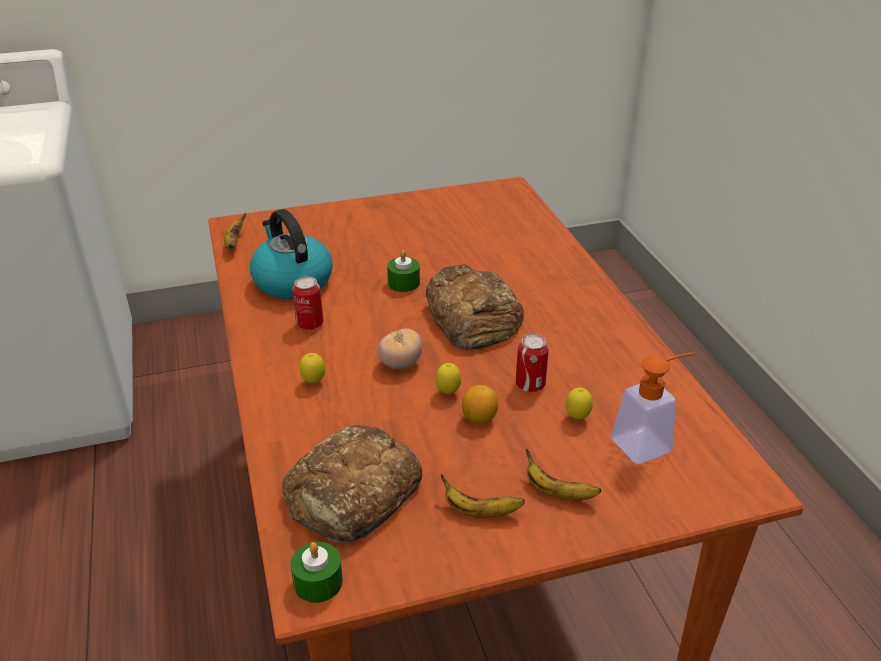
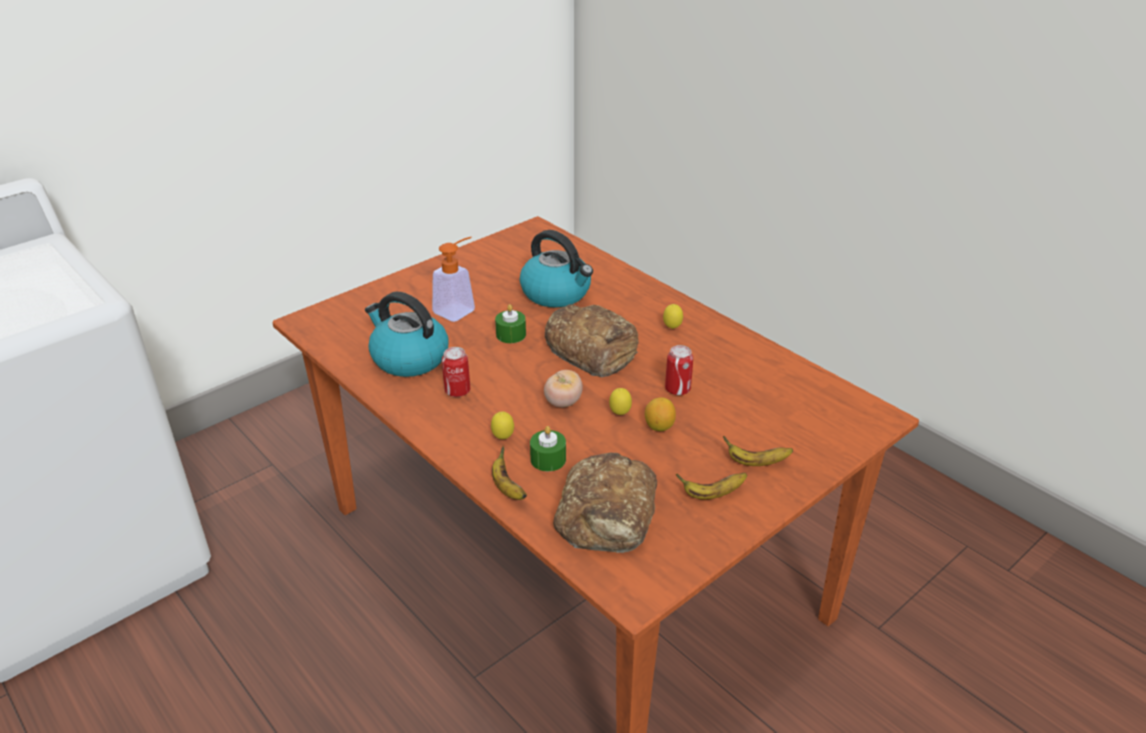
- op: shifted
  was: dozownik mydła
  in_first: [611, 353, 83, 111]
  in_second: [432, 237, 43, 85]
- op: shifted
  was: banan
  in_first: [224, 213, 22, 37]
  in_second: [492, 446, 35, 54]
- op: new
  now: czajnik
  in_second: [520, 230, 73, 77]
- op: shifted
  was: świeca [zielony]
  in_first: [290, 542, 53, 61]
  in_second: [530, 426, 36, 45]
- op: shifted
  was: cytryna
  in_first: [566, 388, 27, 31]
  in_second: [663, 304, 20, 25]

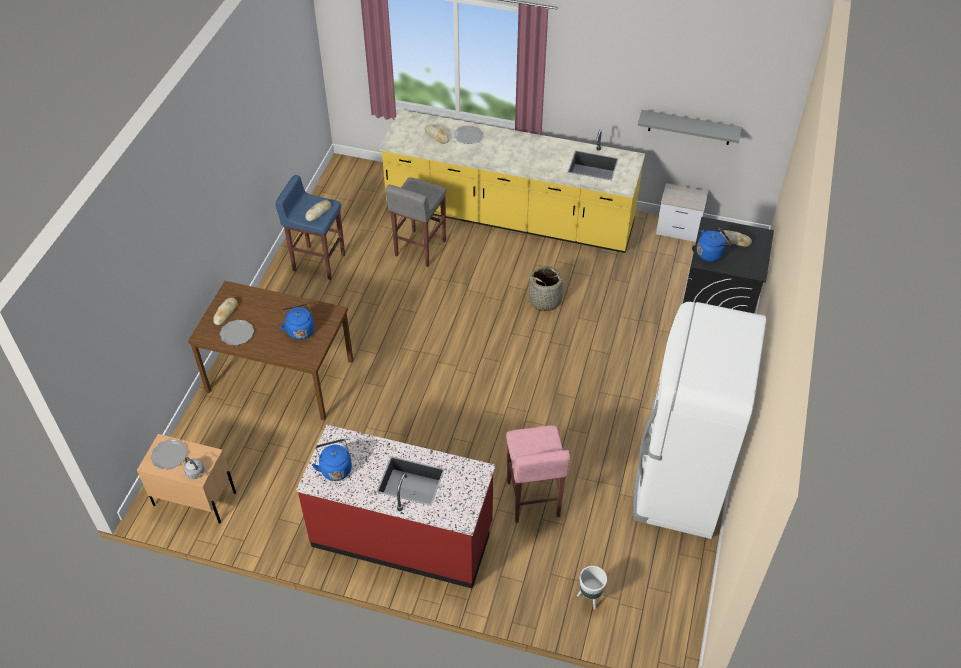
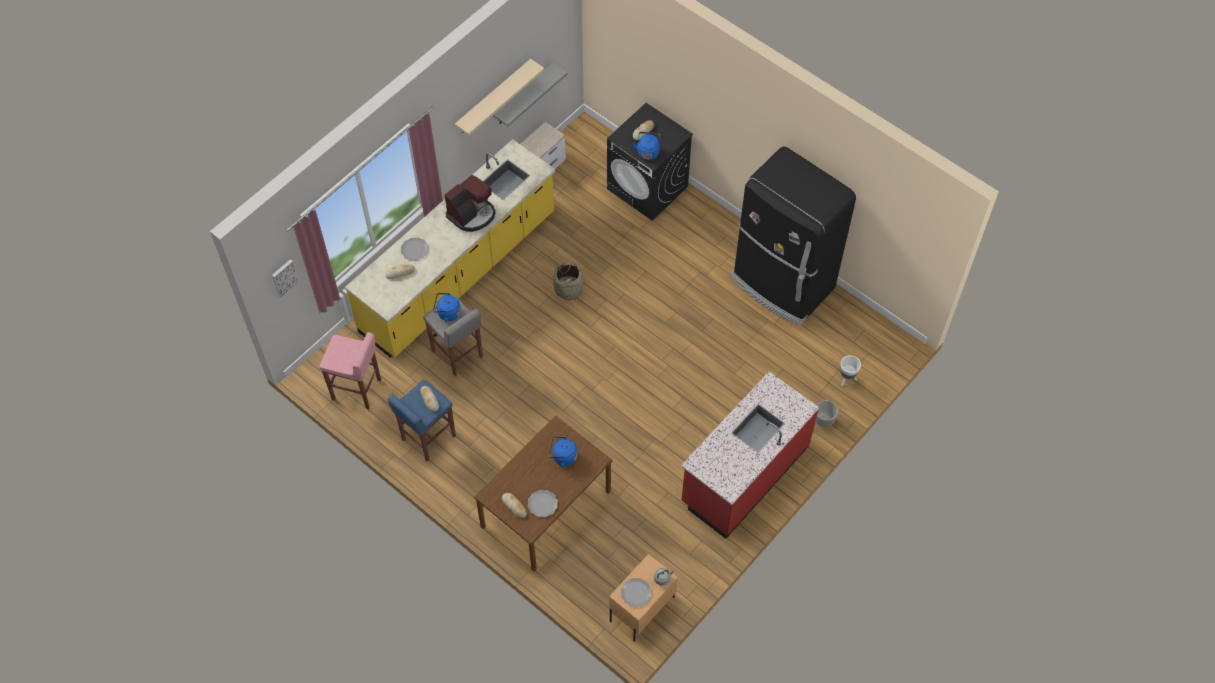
- op: new
  now: obraz
  in_second: [272, 259, 27, 39]
- op: shifted
  was: stołek [różowy]
  in_first: [506, 425, 64, 98]
  in_second: [319, 332, 62, 77]
- op: shifted
  was: czajnik [niebieski]
  in_first: [312, 439, 40, 42]
  in_second: [433, 293, 28, 29]
- op: new
  now: ekspres do kawy
  in_second: [444, 175, 52, 57]
- op: new
  now: półka [beżowy]
  in_second: [455, 59, 90, 77]
- op: repainted
  was: lodówka [biały]
  now: lodówka [czarny]
  in_first: [633, 302, 134, 237]
  in_second: [730, 146, 126, 179]
- op: new
  now: donica
  in_second: [816, 400, 22, 27]

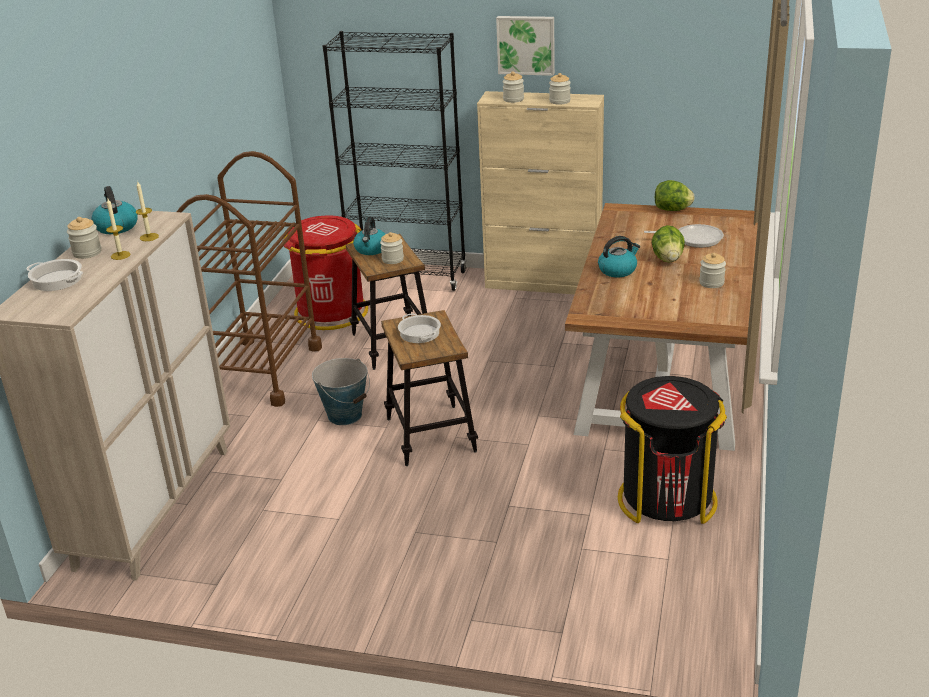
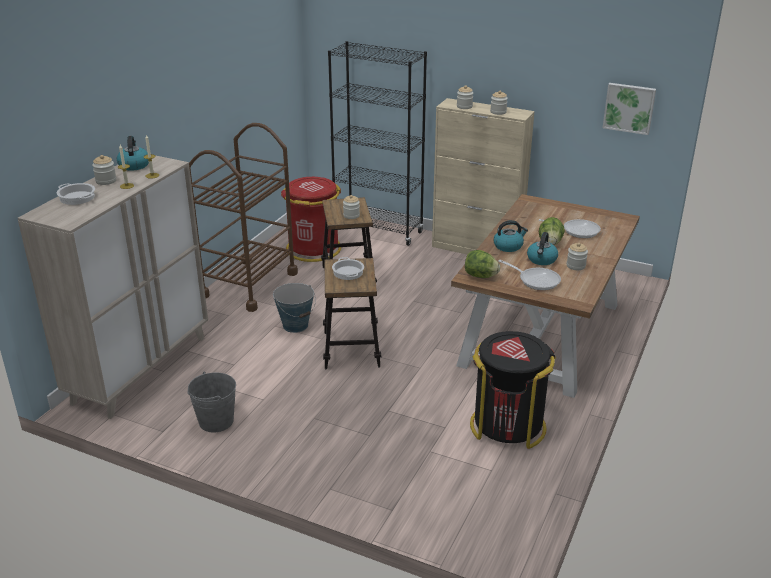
- op: new
  now: wiadro [szary]
  in_second: [187, 372, 49, 60]
- op: shifted
  was: sałata
  in_first: [655, 180, 40, 31]
  in_second: [465, 250, 35, 28]
- op: new
  now: patelnia
  in_second: [499, 260, 62, 30]
- op: shifted
  was: czajnik
  in_first: [353, 217, 32, 38]
  in_second: [527, 232, 31, 33]
- op: shifted
  was: obraz
  in_first: [496, 16, 59, 60]
  in_second: [603, 83, 53, 52]

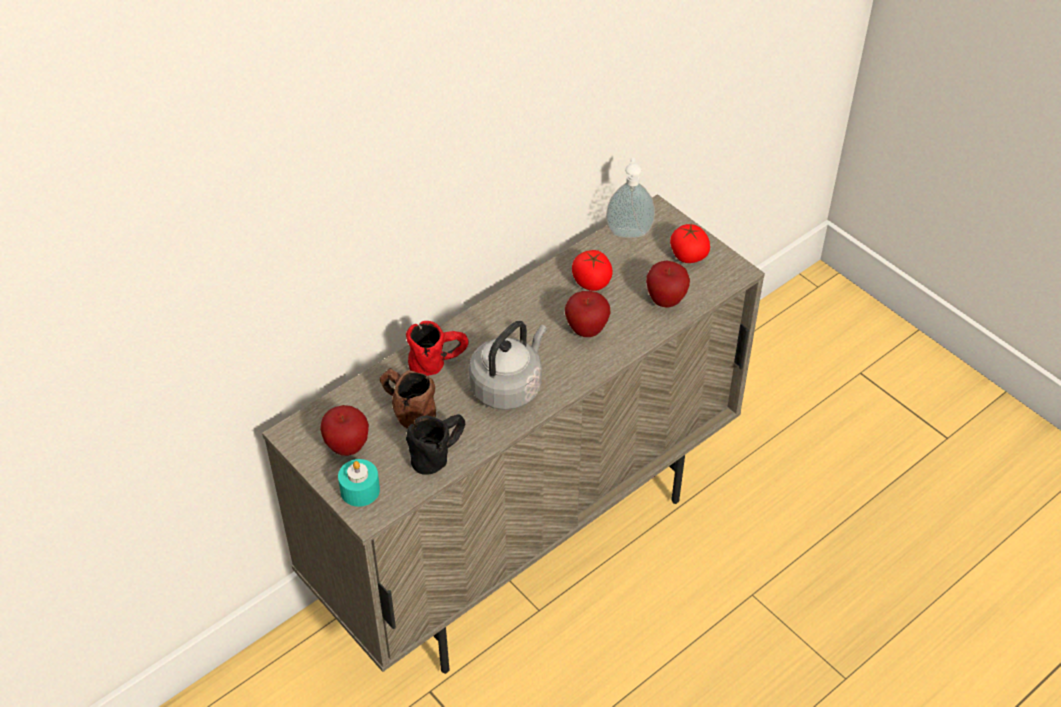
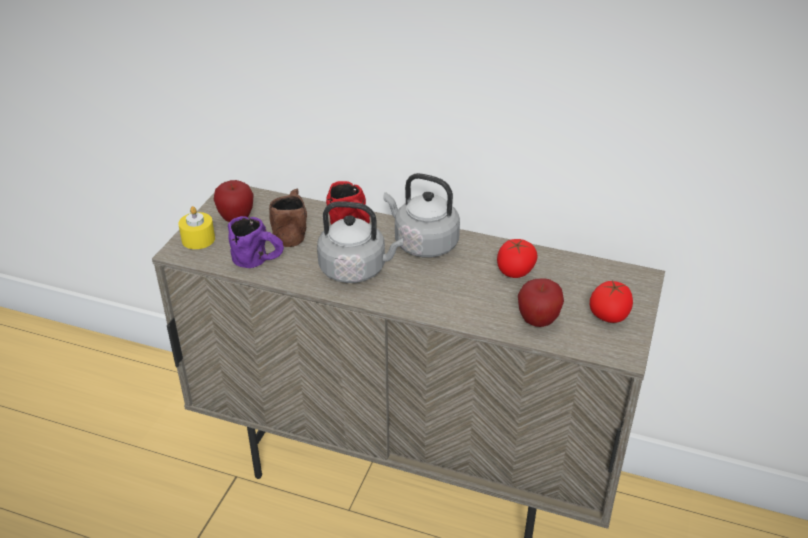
- op: repainted
  was: świeca [turkusowy]
  now: świeca [żółty]
  in_first: [338, 459, 42, 48]
  in_second: [178, 206, 37, 43]
- op: repainted
  was: kubek [czarny]
  now: kubek [fioletowy]
  in_first: [406, 414, 59, 61]
  in_second: [228, 216, 56, 52]
- op: new
  now: czajnik [szary]
  in_second: [383, 173, 77, 85]
- op: gone
  was: jabłko
  in_first: [565, 291, 45, 46]
- op: gone
  was: dozownik mydła
  in_first: [606, 158, 49, 80]

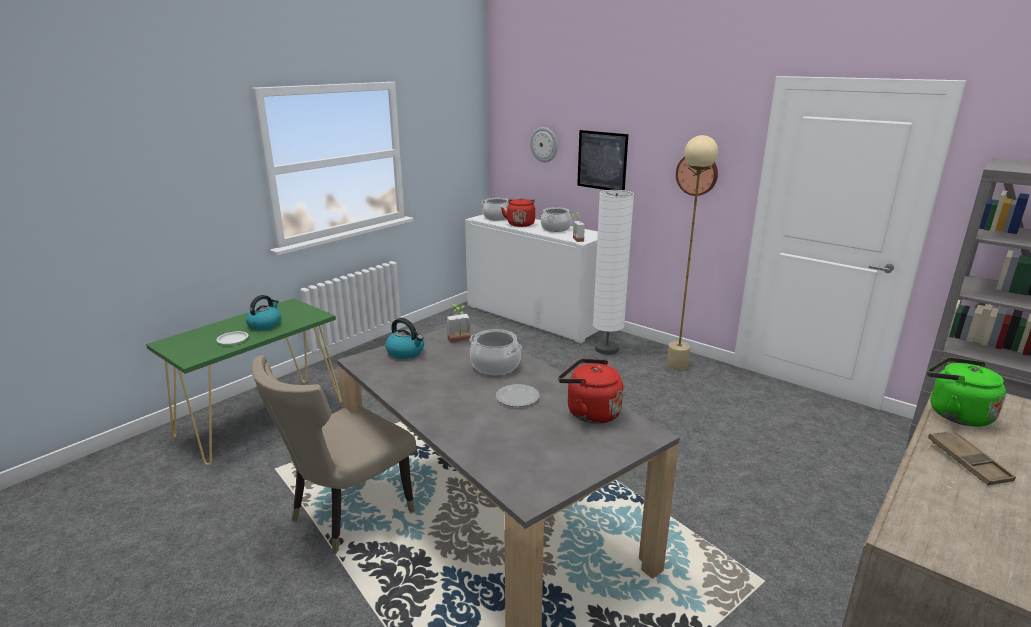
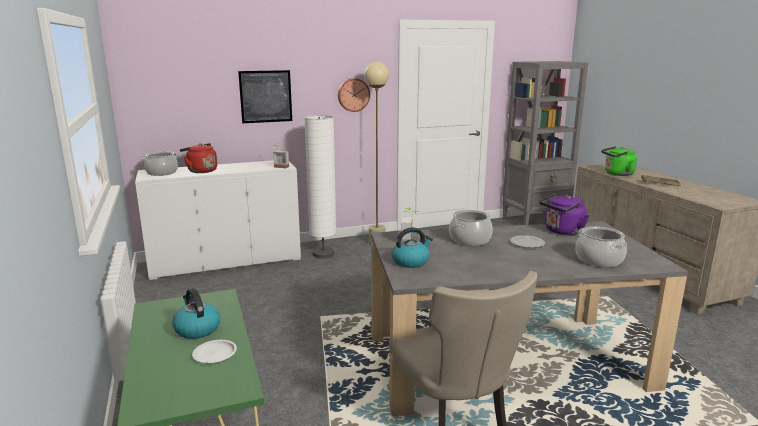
- op: repainted
  was: czajnik [czerwony]
  now: czajnik [fioletowy]
  in_first: [558, 359, 65, 65]
  in_second: [539, 194, 50, 41]
- op: shifted
  was: garnek
  in_first: [541, 207, 31, 25]
  in_second: [575, 226, 52, 41]
- op: gone
  was: zegar ścienny
  in_first: [530, 127, 28, 35]

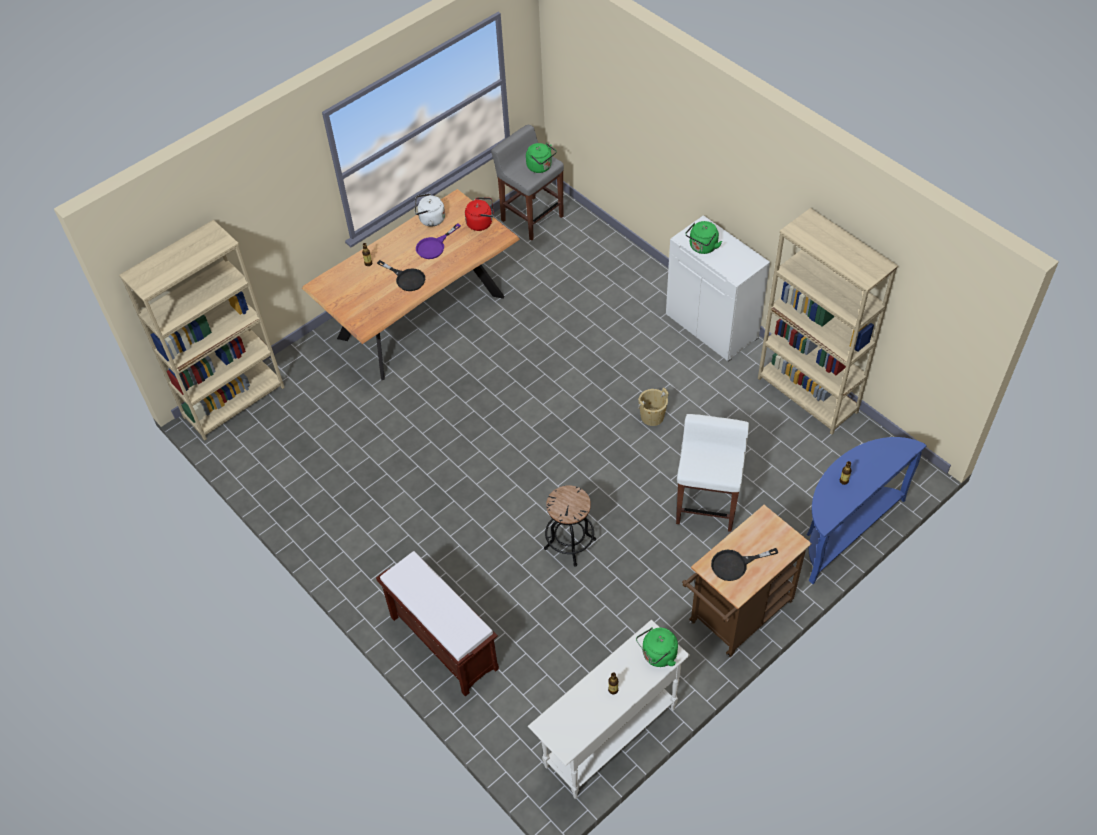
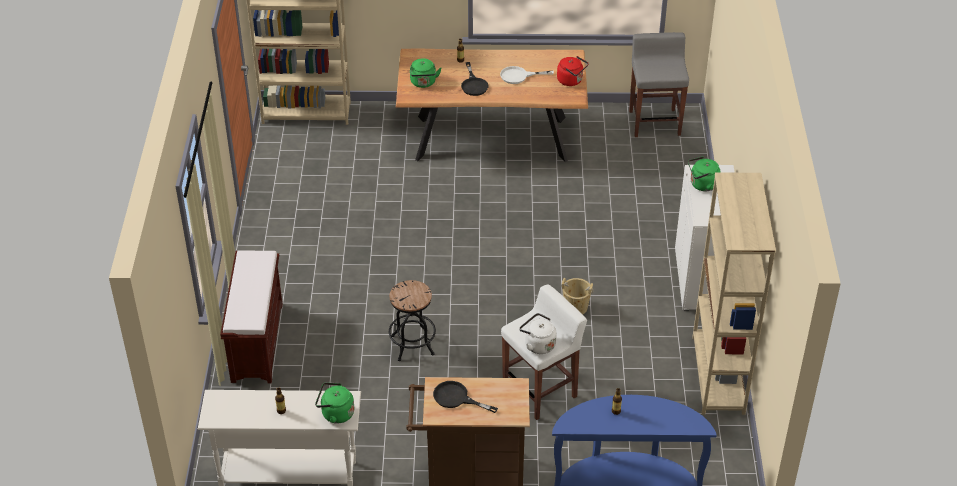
- op: shifted
  was: czajnik [zielony]
  in_first: [526, 143, 31, 30]
  in_second: [410, 58, 31, 30]
- op: repainted
  was: patelnia [fioletowy]
  now: patelnia [biały]
  in_first: [416, 223, 45, 36]
  in_second: [500, 66, 54, 18]
- op: shifted
  was: czajnik [biały]
  in_first: [415, 193, 30, 34]
  in_second: [519, 313, 38, 41]

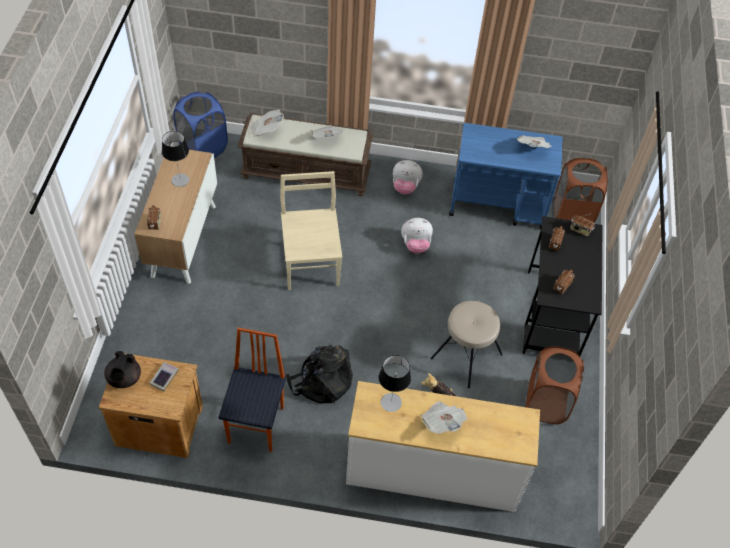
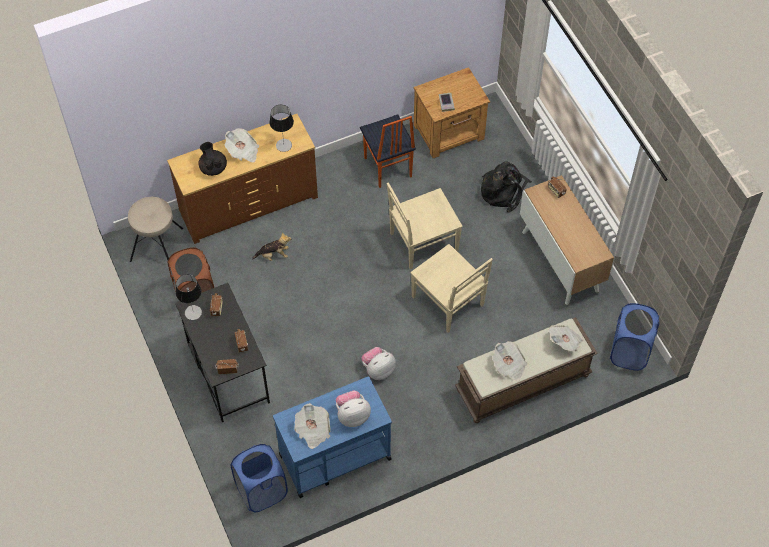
- op: shifted
  was: stołek [beżowy]
  in_first: [431, 301, 72, 88]
  in_second: [128, 197, 55, 65]
- op: repainted
  was: komoda [biały]
  now: komoda [brązowy]
  in_first: [346, 381, 194, 131]
  in_second: [167, 114, 151, 130]
- op: shifted
  was: lampa stołowa
  in_first: [162, 131, 27, 56]
  in_second: [176, 274, 26, 46]
- op: shifted
  was: imbryk [czarny]
  in_first: [104, 351, 37, 37]
  in_second: [198, 142, 29, 34]
- op: repainted
  was: kosz na pranie [brązowy]
  now: kosz na pranie [niebieski]
  in_first: [554, 158, 54, 64]
  in_second: [231, 444, 57, 68]
- op: shifted
  was: pluszak
  in_first: [393, 160, 30, 34]
  in_second: [336, 390, 35, 37]
- op: new
  now: krzesło [beżowy]
  in_second: [387, 183, 76, 86]
- op: shifted
  was: plecak [czarny]
  in_first: [286, 345, 67, 59]
  in_second: [481, 161, 51, 52]

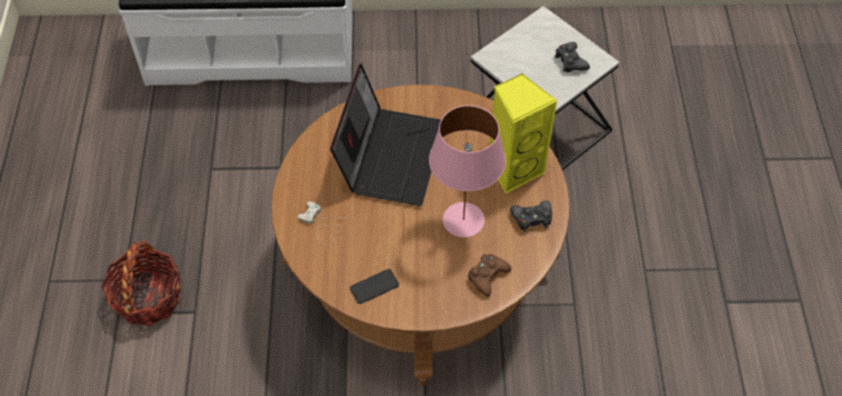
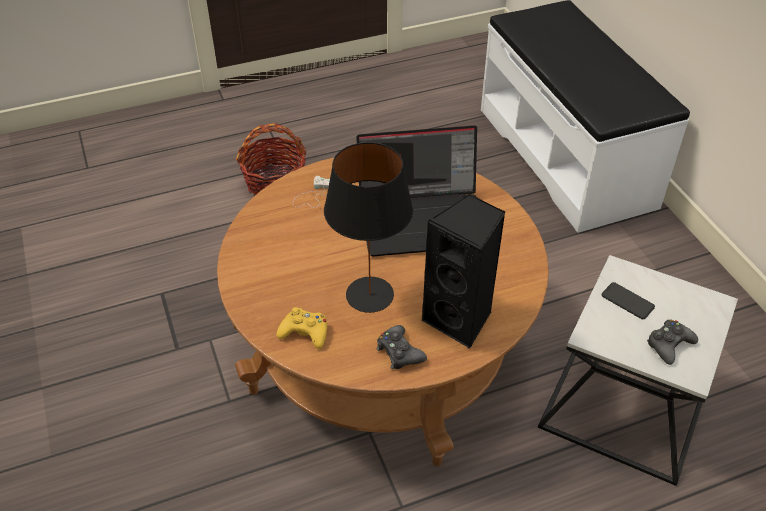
- op: repainted
  was: pad do gier [brązowy]
  now: pad do gier [żółty]
  in_first: [468, 254, 44, 43]
  in_second: [277, 307, 50, 42]
- op: repainted
  was: lampa stołowa [różowy]
  now: lampa stołowa [czarny]
  in_first: [429, 105, 77, 133]
  in_second: [324, 142, 89, 171]
- op: repainted
  was: głośnik [żółty]
  now: głośnik [czarny]
  in_first: [490, 73, 67, 121]
  in_second: [422, 194, 84, 154]
- op: shifted
  was: telefon
  in_first: [350, 269, 49, 35]
  in_second: [602, 282, 53, 37]

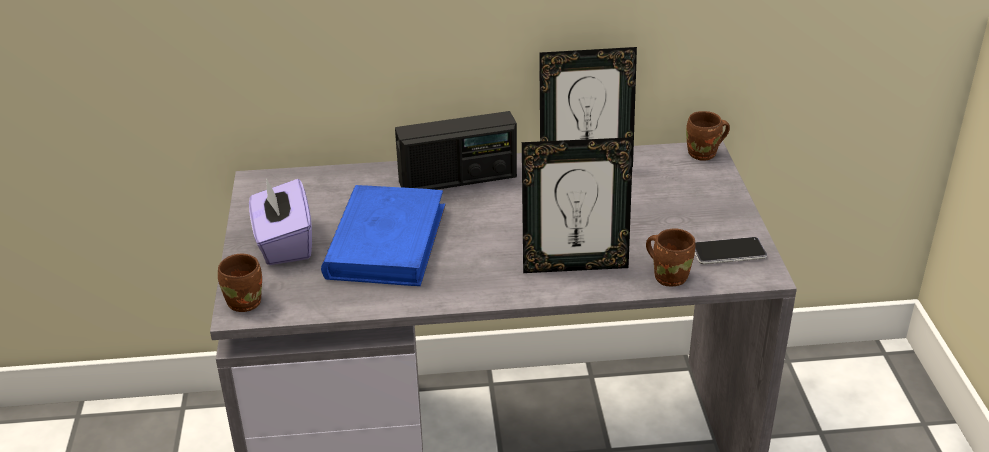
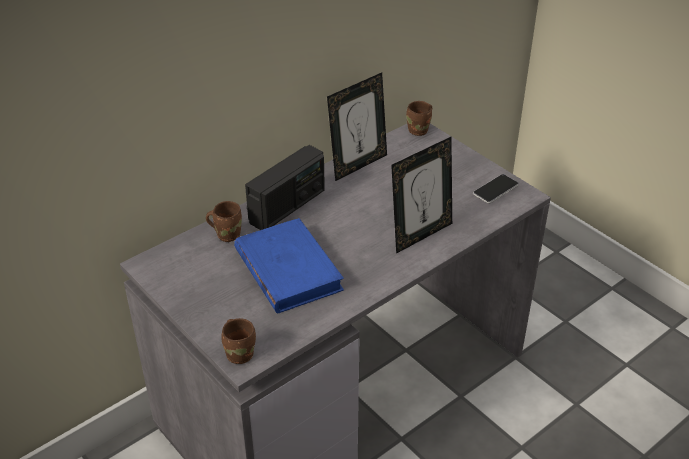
- op: shifted
  was: kubek [brązowy]
  in_first: [646, 228, 49, 58]
  in_second: [206, 201, 36, 41]
- op: gone
  was: pudełko chusteczek [fioletowy]
  in_first: [249, 178, 63, 87]

